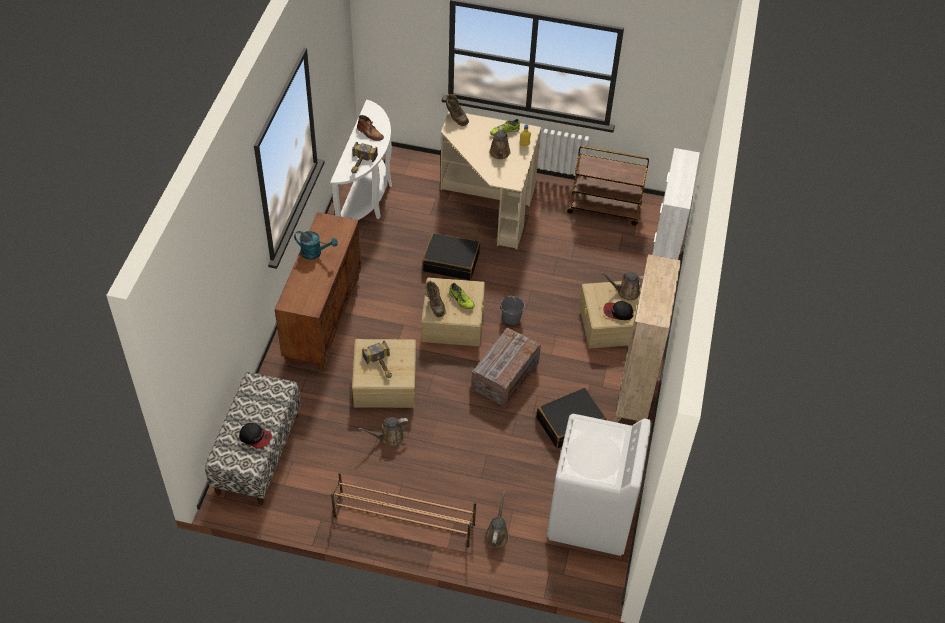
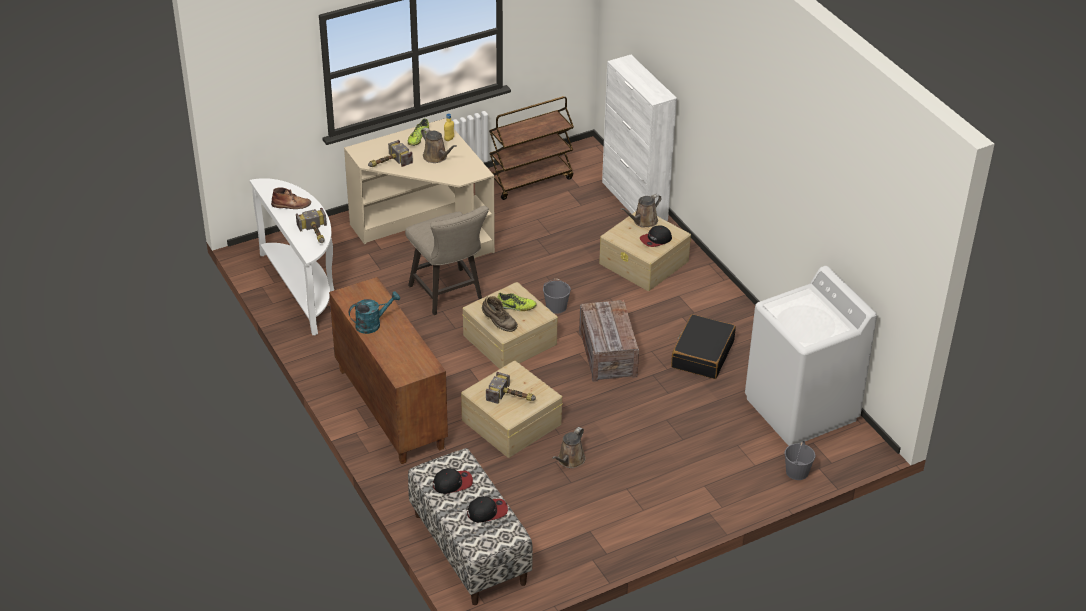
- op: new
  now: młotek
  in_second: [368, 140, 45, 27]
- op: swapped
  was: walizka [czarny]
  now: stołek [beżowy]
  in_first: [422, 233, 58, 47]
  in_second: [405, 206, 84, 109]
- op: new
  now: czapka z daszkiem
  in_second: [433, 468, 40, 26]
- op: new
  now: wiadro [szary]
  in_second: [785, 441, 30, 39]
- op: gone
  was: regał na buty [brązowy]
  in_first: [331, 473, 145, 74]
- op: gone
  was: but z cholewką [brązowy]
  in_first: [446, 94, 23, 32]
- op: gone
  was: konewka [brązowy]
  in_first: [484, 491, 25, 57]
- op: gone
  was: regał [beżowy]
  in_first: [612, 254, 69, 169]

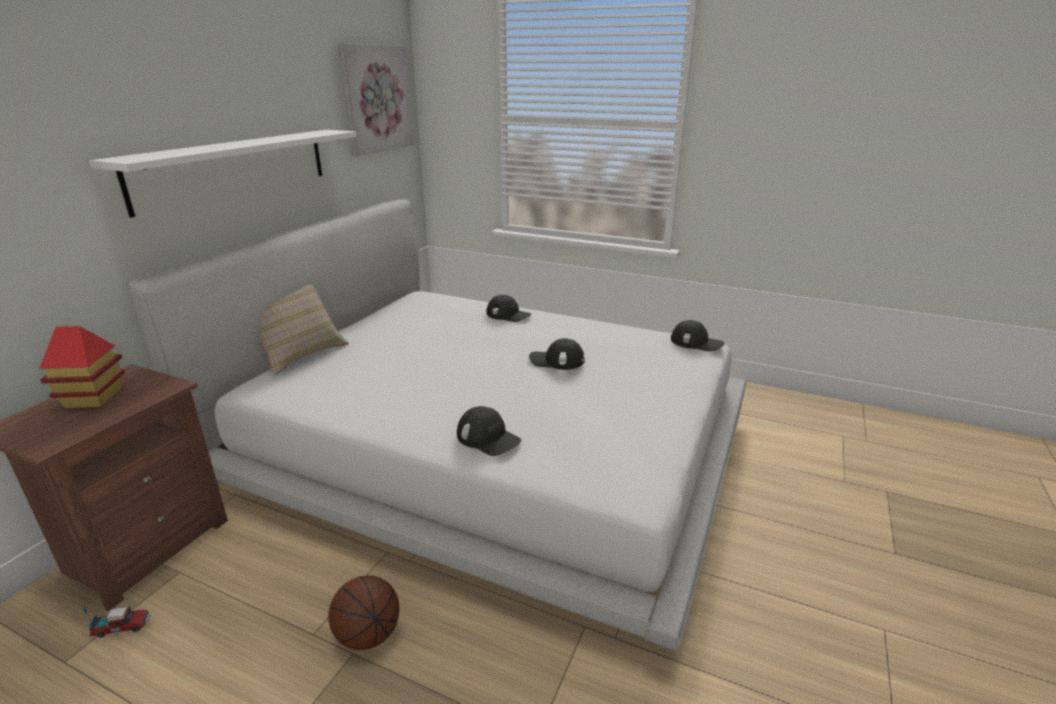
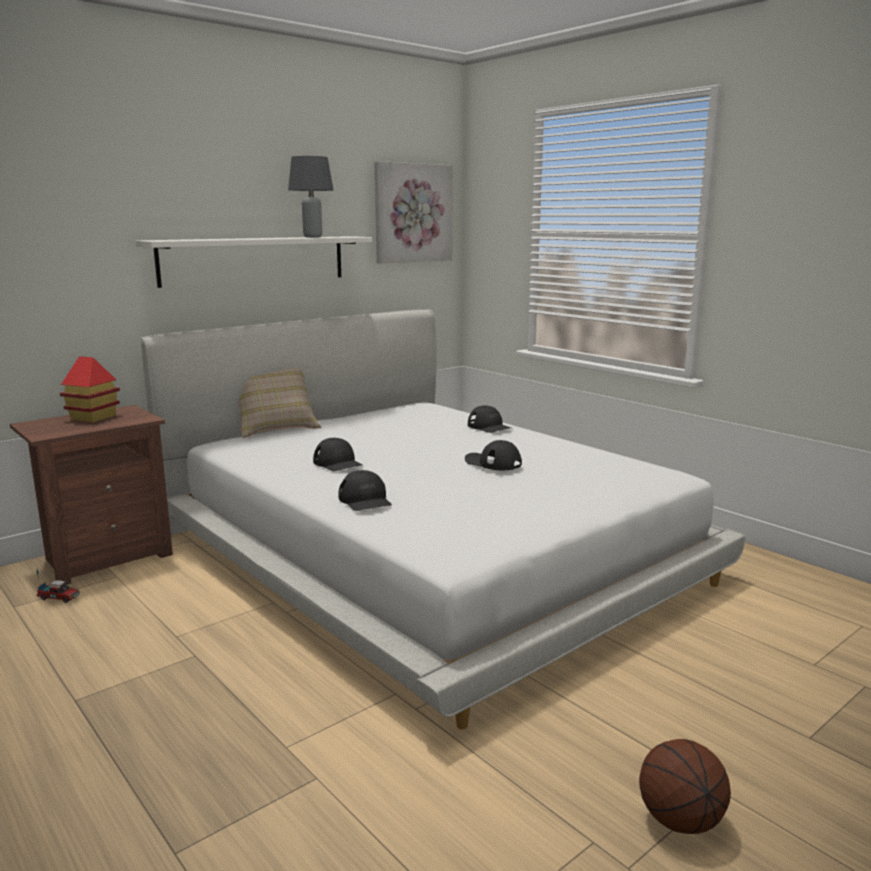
- op: new
  now: lampa stołowa [szary]
  in_second: [288, 156, 46, 82]
- op: shifted
  was: czapka z daszkiem [czarny]
  in_first: [671, 320, 53, 32]
  in_second: [313, 438, 50, 33]
- op: shifted
  was: piłka do koszykówki
  in_first: [328, 575, 71, 75]
  in_second: [639, 739, 92, 95]

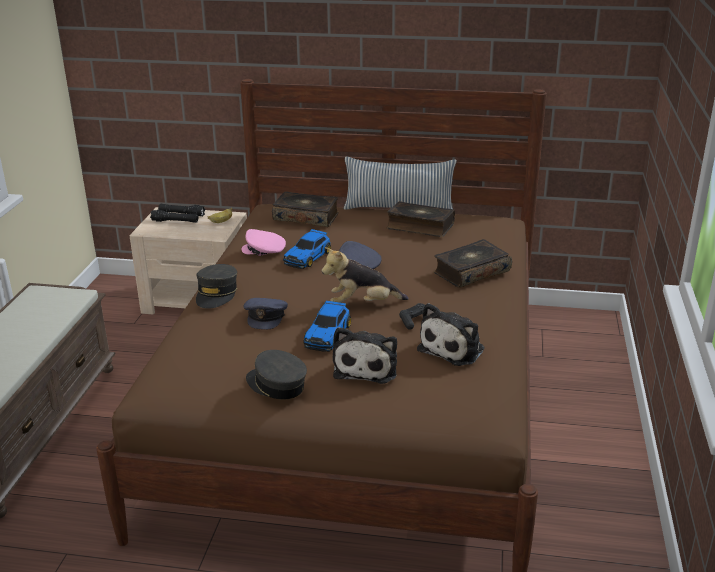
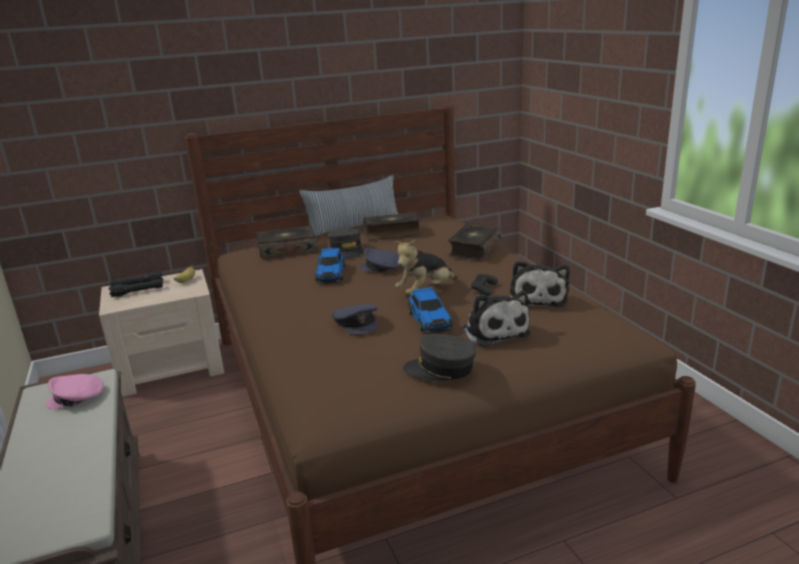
- op: shifted
  was: czapka z daszkiem [różowy]
  in_first: [241, 229, 45, 27]
  in_second: [46, 374, 58, 36]
- op: shifted
  was: czapka z daszkiem [szary]
  in_first: [196, 264, 41, 45]
  in_second: [328, 228, 35, 31]

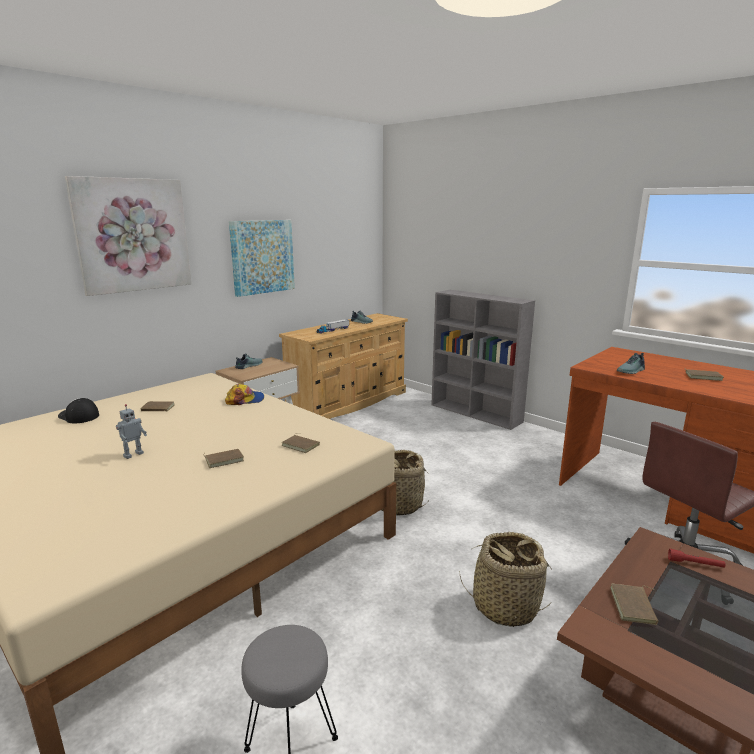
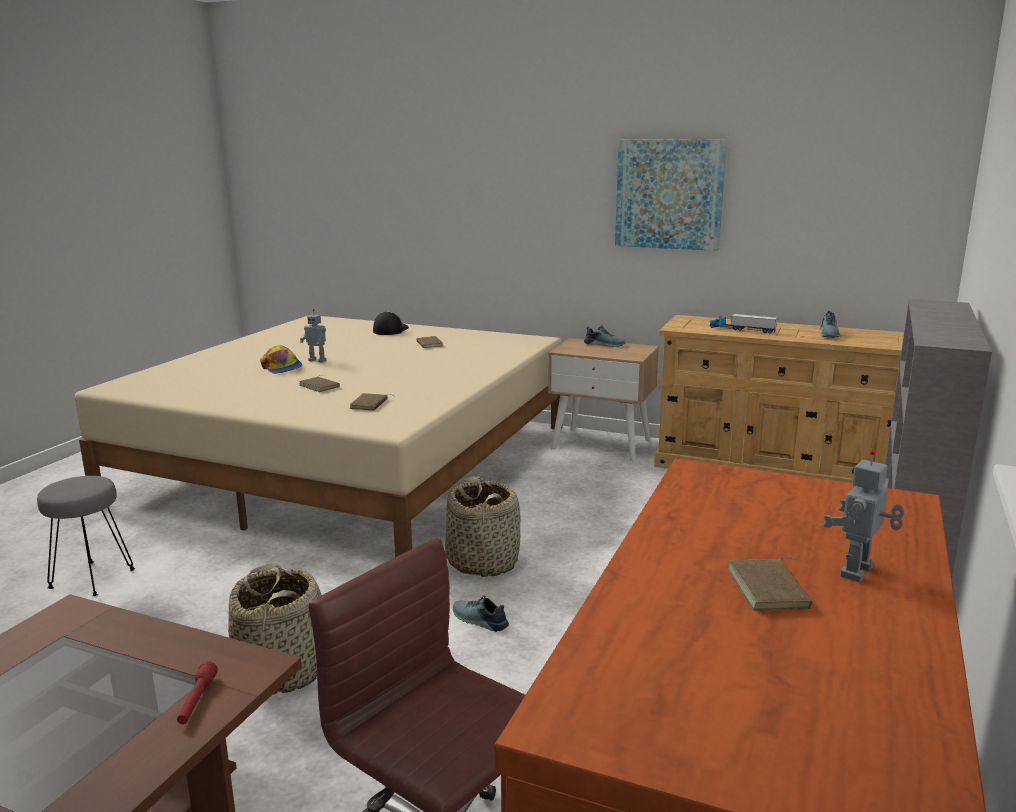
- op: shifted
  was: czapka z daszkiem
  in_first: [225, 384, 39, 21]
  in_second: [260, 345, 42, 29]
- op: shifted
  was: but
  in_first: [617, 353, 28, 21]
  in_second: [453, 595, 56, 37]
- op: new
  now: robot zabawkowy
  in_second: [823, 450, 82, 132]
- op: gone
  was: obraz
  in_first: [65, 176, 127, 120]
- op: gone
  was: książka [brązowy]
  in_first: [610, 584, 48, 41]

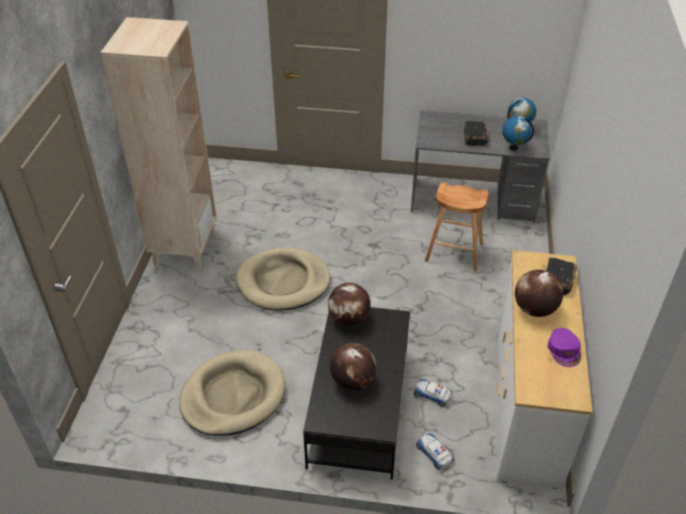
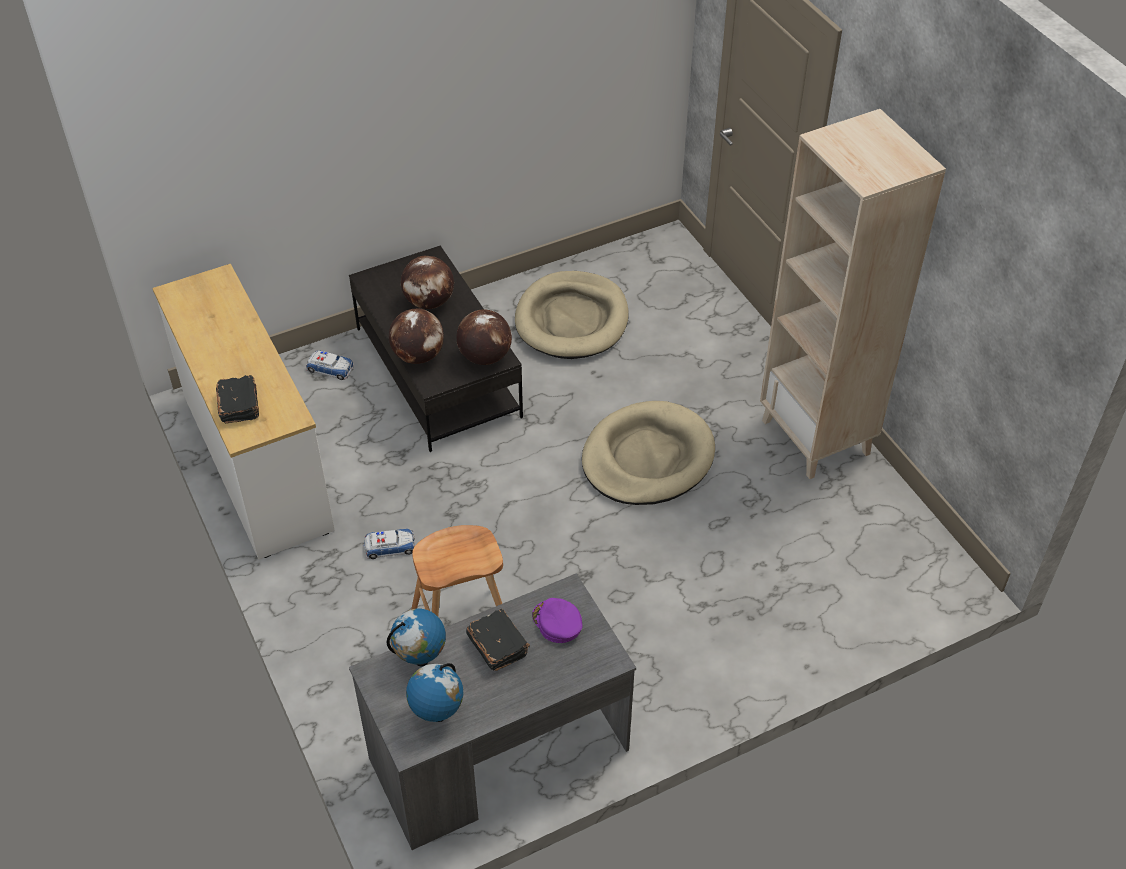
- op: shifted
  was: samochodzik
  in_first: [413, 379, 39, 28]
  in_second: [364, 529, 51, 30]
- op: shifted
  was: globus
  in_first: [515, 269, 48, 48]
  in_second: [389, 308, 55, 56]
- op: shifted
  was: czapka z daszkiem [fioletowy]
  in_first: [548, 328, 33, 39]
  in_second: [532, 598, 51, 45]

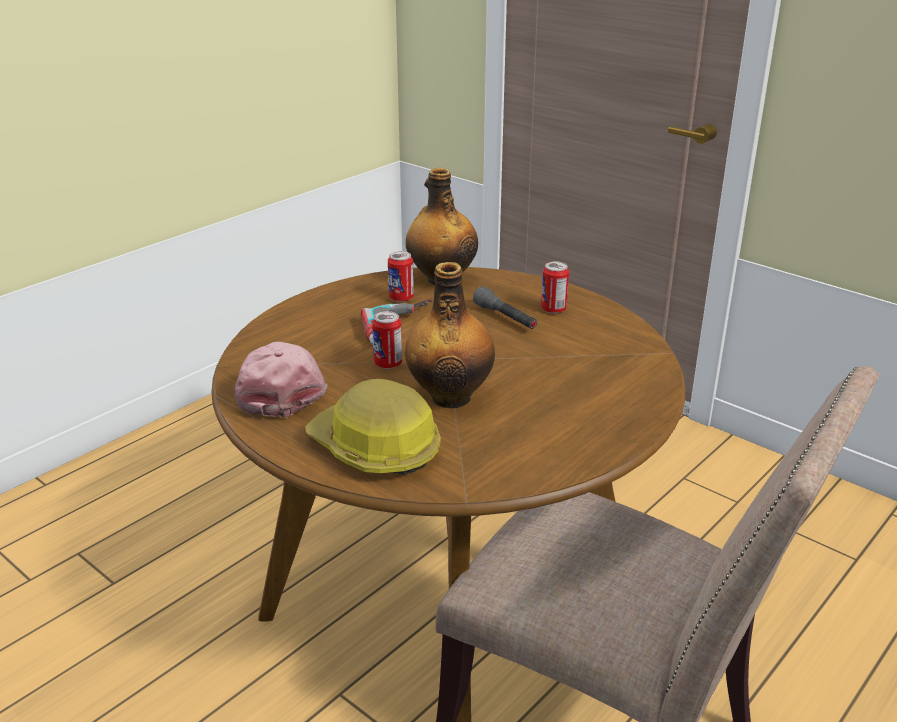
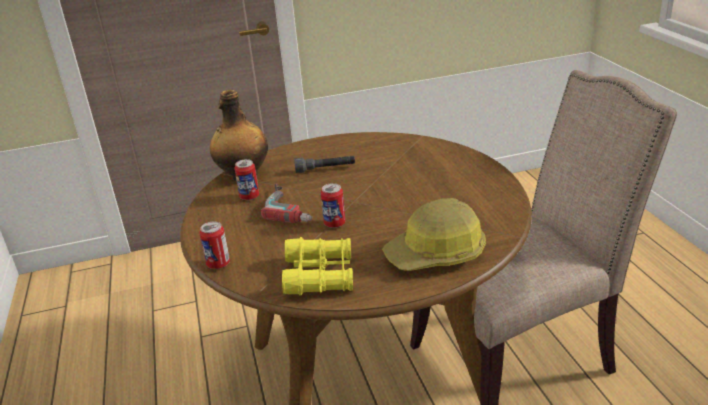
- op: shifted
  was: puszka
  in_first: [541, 261, 28, 53]
  in_second: [199, 222, 31, 47]
- op: swapped
  was: czapka z daszkiem [różowy]
  now: lornetka [żółty]
  in_first: [235, 342, 92, 75]
  in_second: [282, 237, 71, 59]
- op: gone
  was: butelka
  in_first: [405, 262, 90, 146]

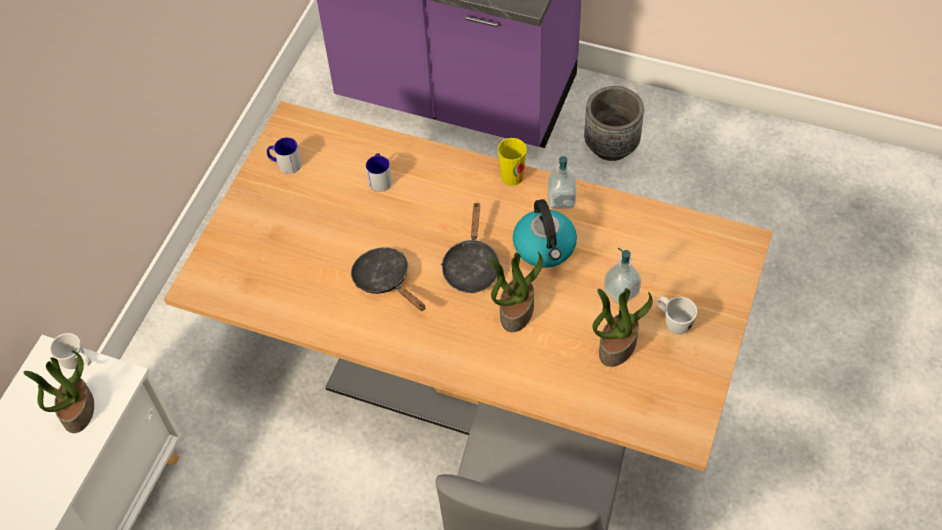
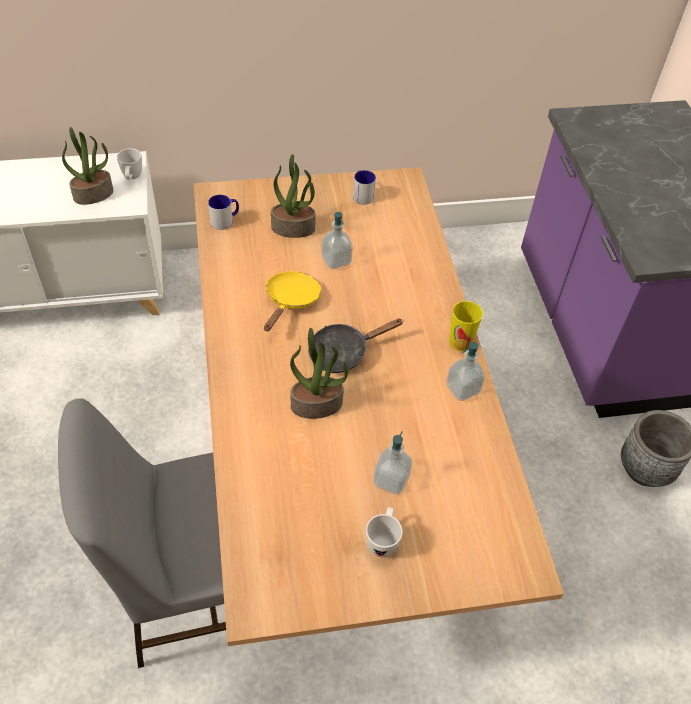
- op: shifted
  was: kubek
  in_first: [366, 153, 26, 39]
  in_second: [208, 195, 31, 35]
- op: repainted
  was: patelnia [czarny]
  now: patelnia [żółty]
  in_first: [351, 247, 75, 64]
  in_second: [264, 271, 57, 60]
- op: shifted
  was: roślina doniczkowa
  in_first: [592, 288, 61, 79]
  in_second: [271, 154, 45, 84]
- op: new
  now: dozownik mydła
  in_second: [321, 212, 32, 57]
- op: gone
  was: czajnik
  in_first: [513, 199, 64, 69]

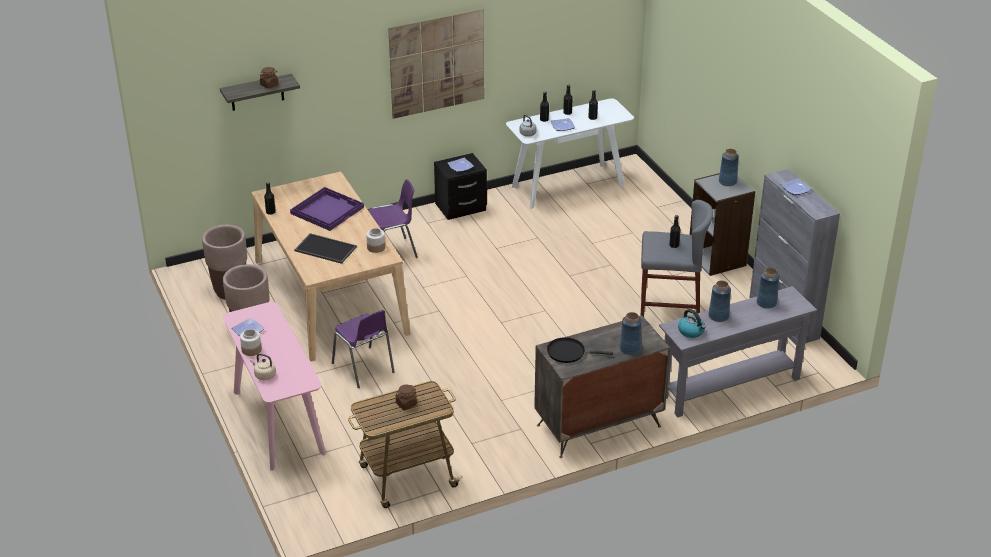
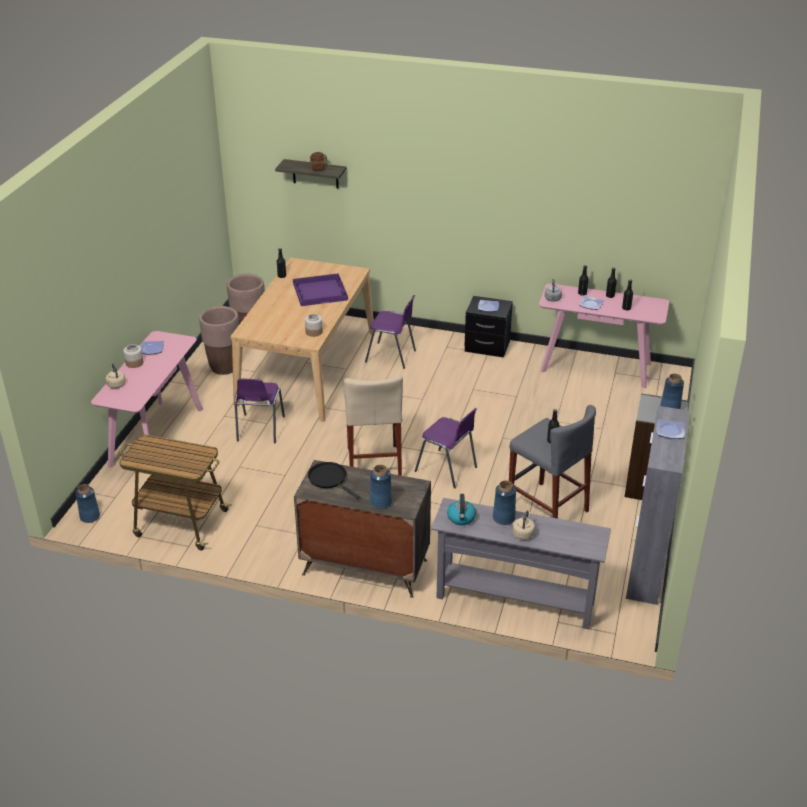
- op: shifted
  was: wazon [niebieski]
  in_first: [757, 268, 23, 41]
  in_second: [76, 484, 24, 39]
- op: new
  now: stołek [beżowy]
  in_second: [344, 375, 59, 101]
- op: new
  now: krzesło [fioletowy]
  in_second: [415, 408, 62, 80]
- op: new
  now: czajnik [beżowy]
  in_second: [512, 511, 23, 29]
- op: repainted
  was: stolik konsolowy [biały]
  now: stolik konsolowy [różowy]
  in_first: [506, 98, 128, 111]
  in_second: [539, 283, 130, 105]
- op: gone
  was: taca
  in_first: [294, 233, 63, 31]
- op: gone
  was: obraz
  in_first: [388, 9, 96, 110]
- op: gone
  was: słoik [brązowy]
  in_first: [395, 385, 22, 25]

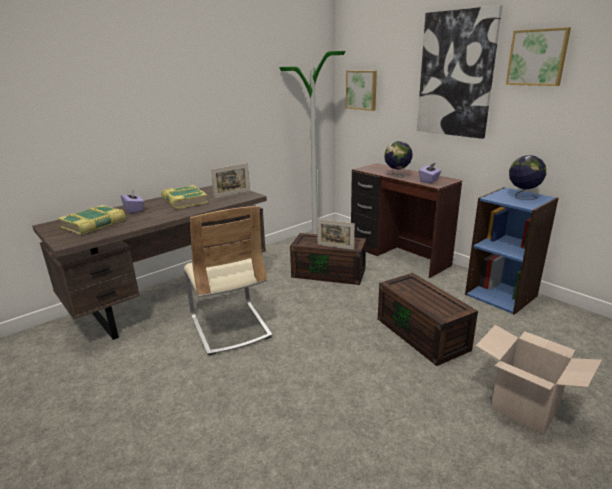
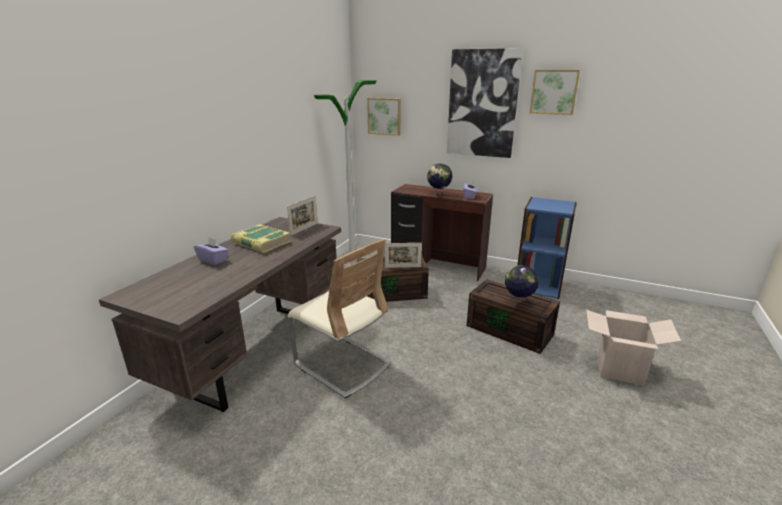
- op: shifted
  was: globus
  in_first: [509, 155, 37, 45]
  in_second: [505, 265, 34, 42]
- op: gone
  was: książka
  in_first: [58, 205, 68, 30]

